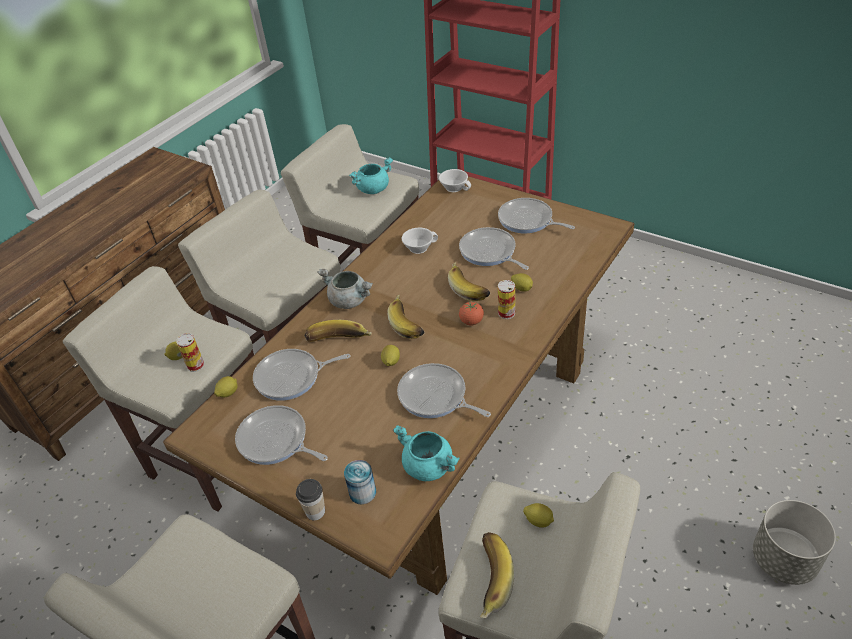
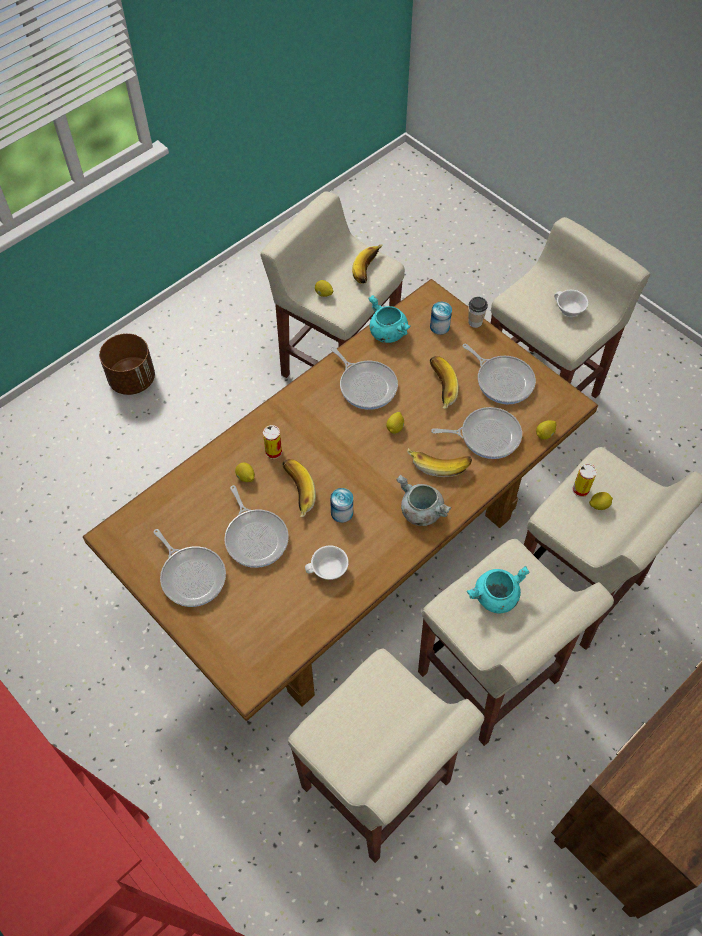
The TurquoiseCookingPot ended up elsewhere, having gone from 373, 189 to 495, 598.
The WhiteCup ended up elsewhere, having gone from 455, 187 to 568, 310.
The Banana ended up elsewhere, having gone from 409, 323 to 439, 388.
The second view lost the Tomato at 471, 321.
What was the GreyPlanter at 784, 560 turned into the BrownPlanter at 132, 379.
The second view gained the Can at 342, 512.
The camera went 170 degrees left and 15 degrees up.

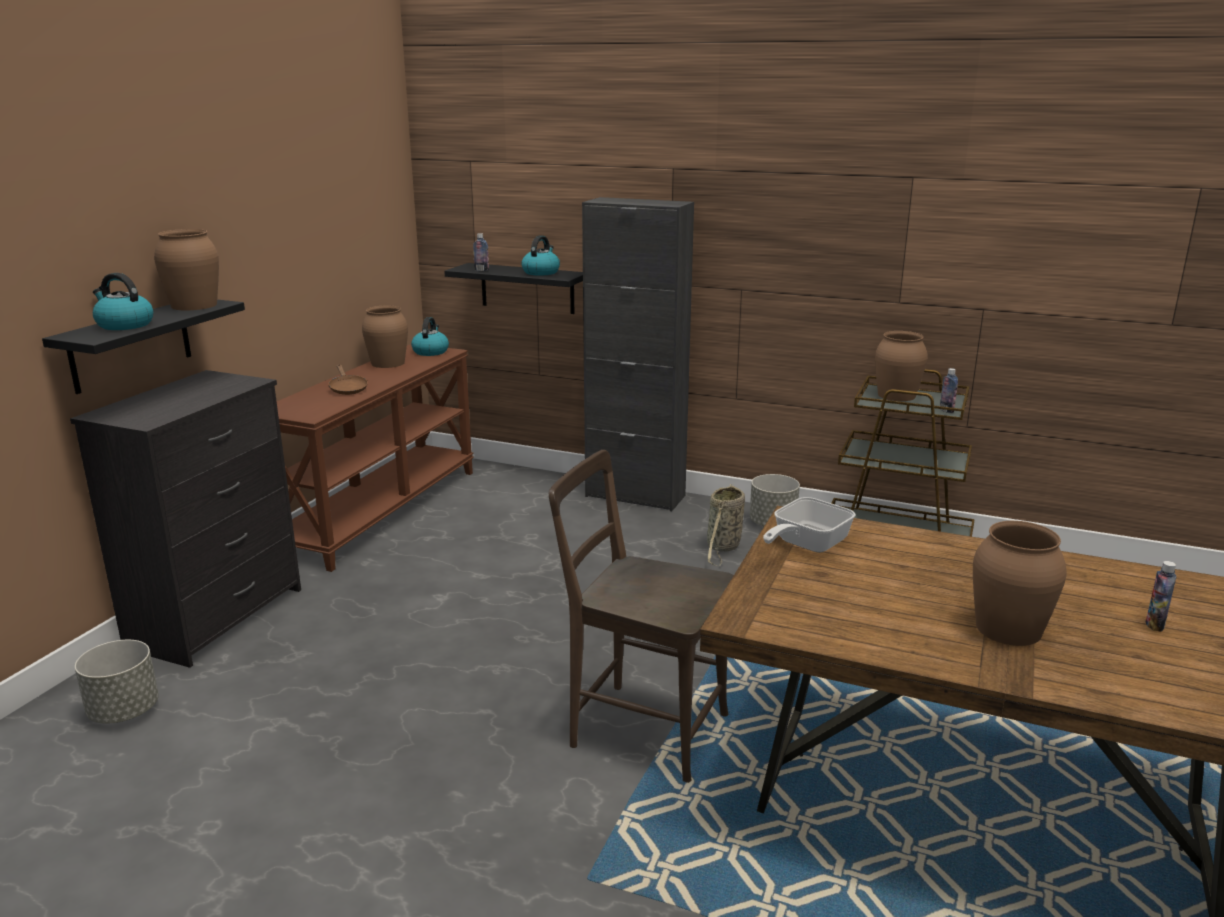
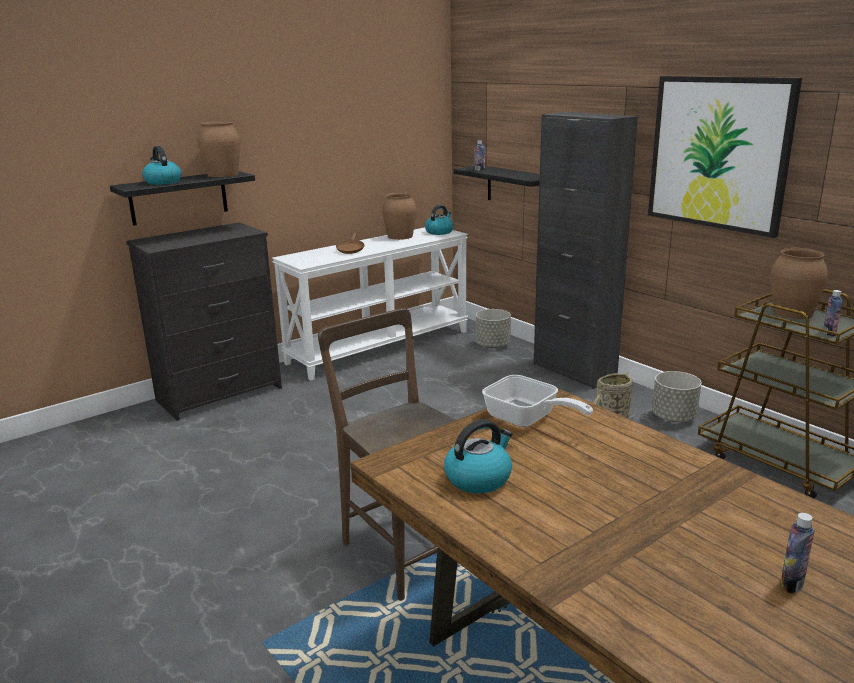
The Kettle ended up elsewhere, having gone from 541, 272 to 478, 478.
What was the BrownConsoleTable at 380, 511 turned into the WhiteConsoleTable at 379, 347.
The FryingPan at 805, 544 ended up facing another way, 120 degrees counterclockwise from before.
The second view lost the BrownVase at 1008, 629.
The GreyPlanter ended up elsewhere, having gone from 124, 711 to 493, 345.
The second view gained the Picture at 718, 153.
The camera went 30 degrees right and 0 degrees up.

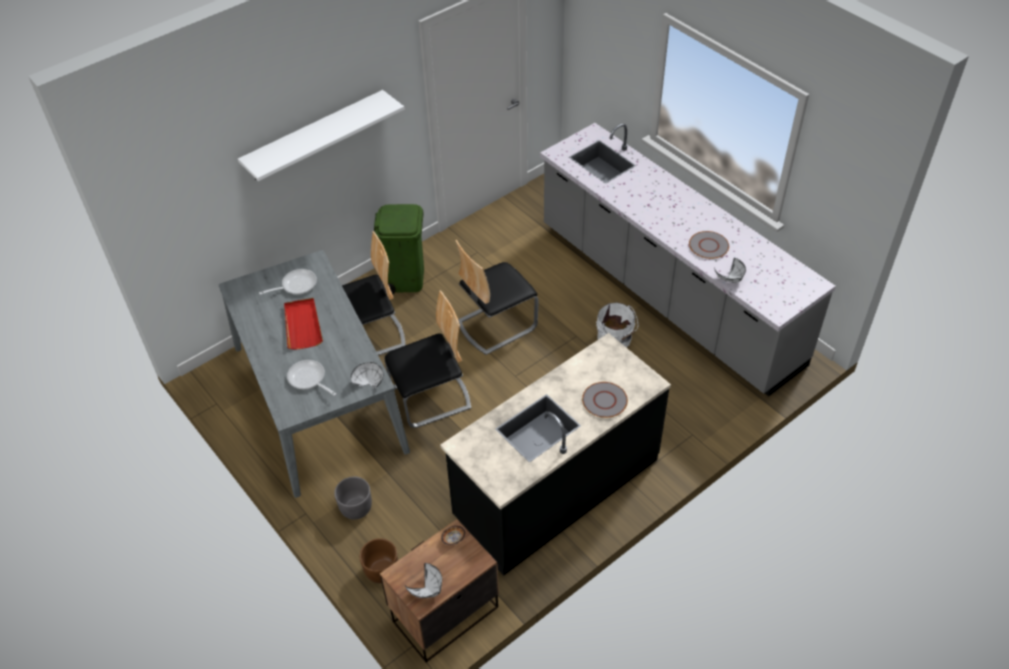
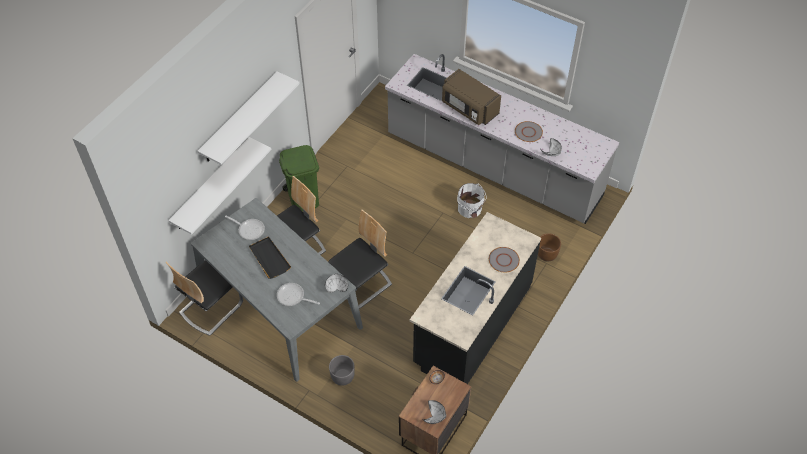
The Chair ended up elsewhere, having gone from 496, 325 to 211, 307.
The FryingPan at 296, 285 ended up facing another way, 75 degrees clockwise from before.
What was the RedTray at 302, 325 turned into the BlackTray at 269, 258.
The BrownPlanter ended up elsewhere, having gone from 381, 570 to 546, 254.
The second view gained the BrownMicrowave at 469, 108.
The second view gained the WhiteShelf at 212, 184.
The camera went 20 degrees left and 5 degrees up.

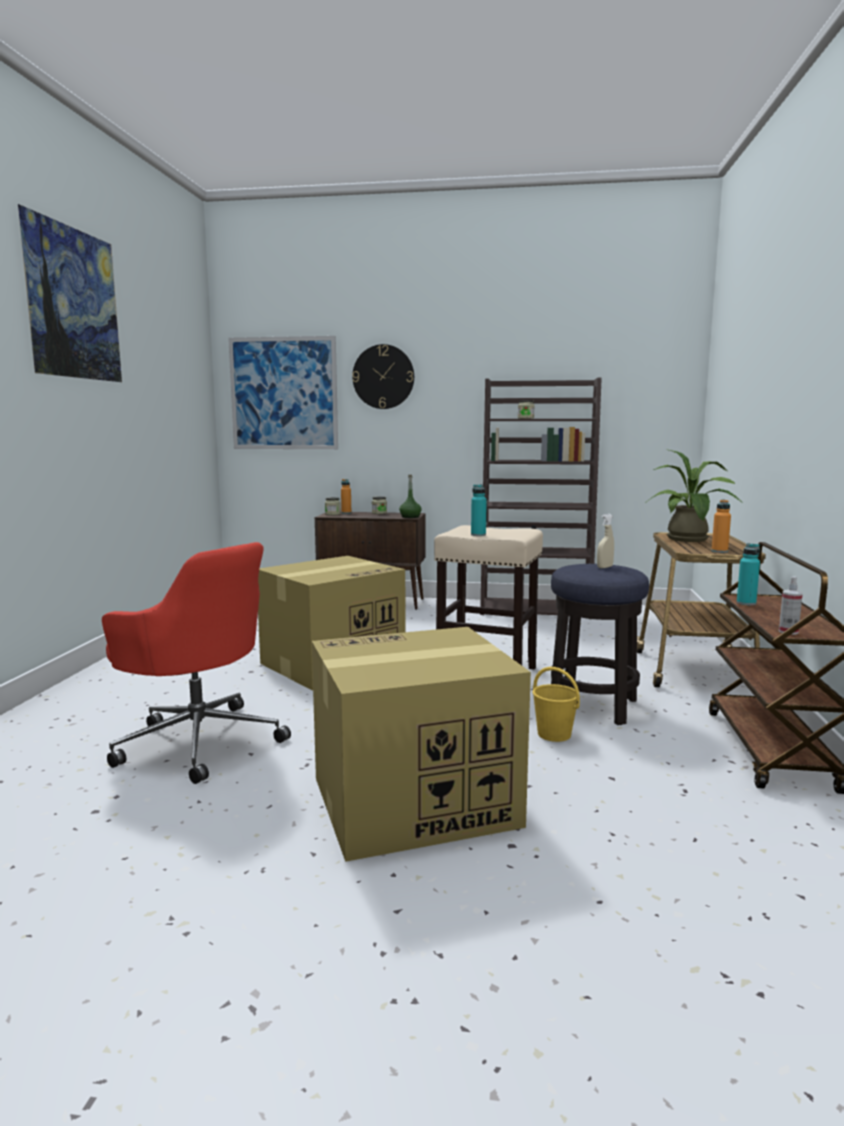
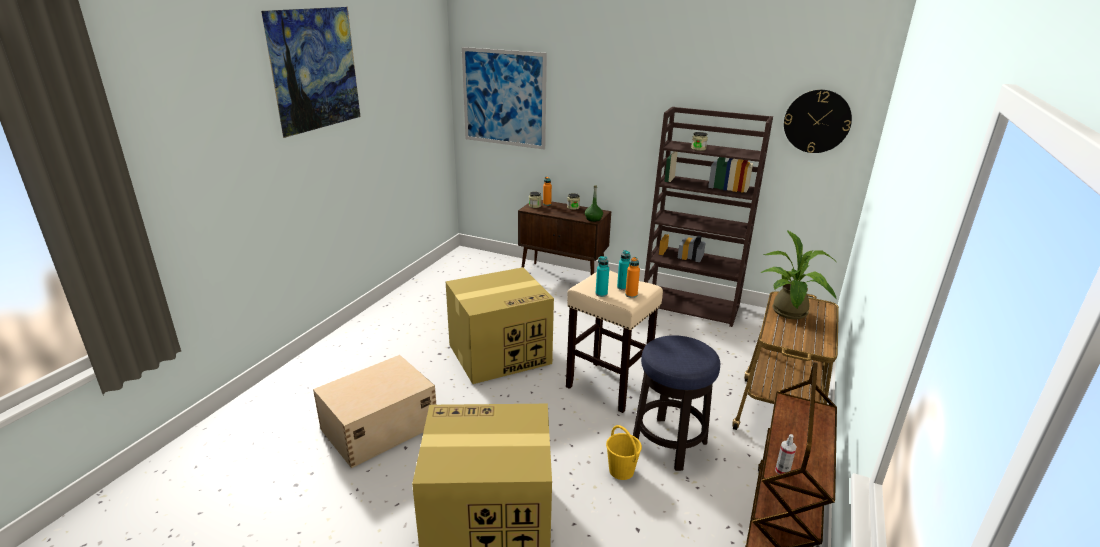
The WallClock ended up elsewhere, having gone from 383, 377 to 817, 121.
The OrangeBottle ended up elsewhere, having gone from 719, 551 to 631, 295.
The second view lost the BeigeSprayBottle at 604, 567.
Where the RedOfficeChair stood at 199, 741, the BeigeStorageBox came to stand at 378, 427.
The TurquoiseBottle ended up elsewhere, having gone from 746, 603 to 623, 287.
The camera went 15 degrees right and 15 degrees up.

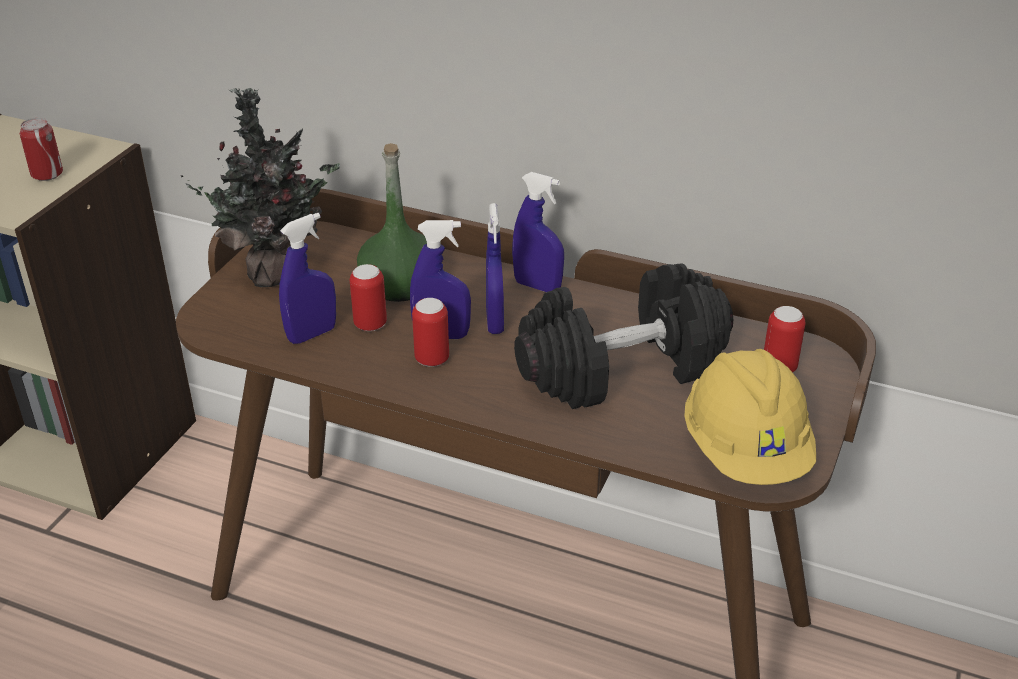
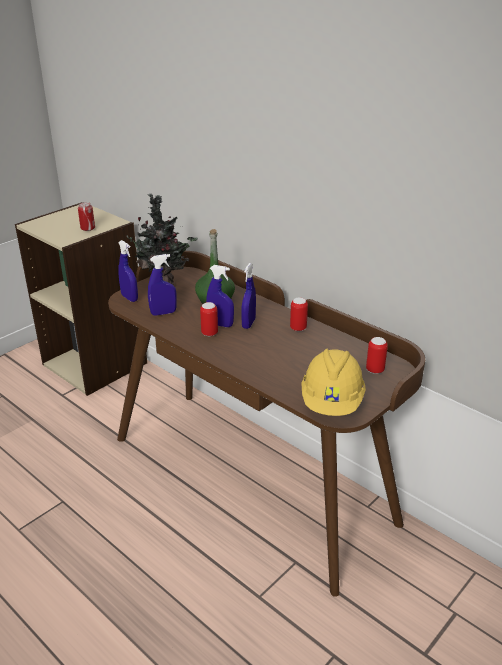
The BlueSprayBottle ended up elsewhere, having gone from 537, 286 to 129, 298.
The second view lost the BlackDumbbell at 622, 367.
The Can ended up elsewhere, having gone from 370, 324 to 298, 328.
The camera went 20 degrees right and 5 degrees down.

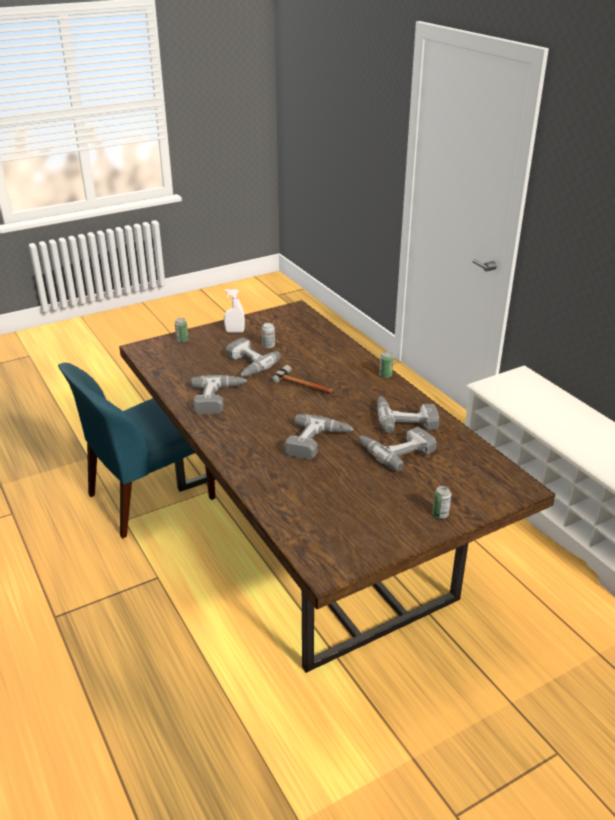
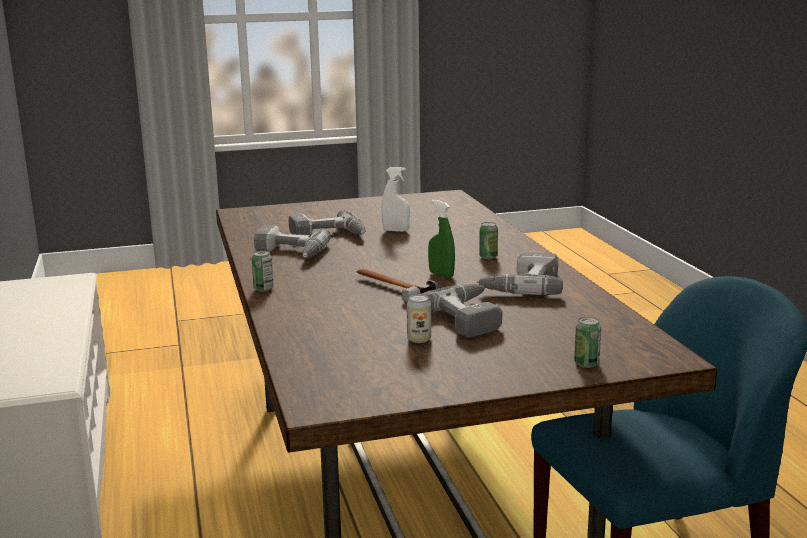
The WhiteSprayBottle ended up elsewhere, having gone from 234, 331 to 396, 230.
The second view lost the PowerDrill at 317, 443.
The Can ended up elsewhere, having gone from 440, 514 to 488, 257.
The second view gained the GreenSprayBottle at 441, 274.
The camera went 165 degrees left and 15 degrees down.

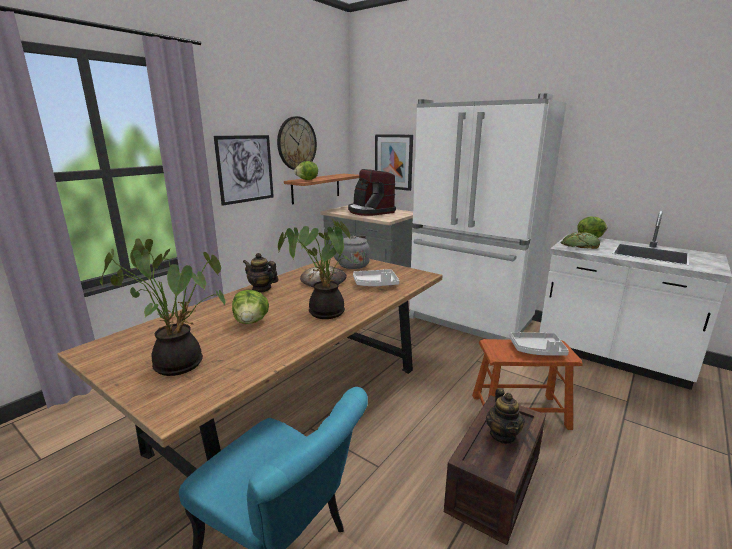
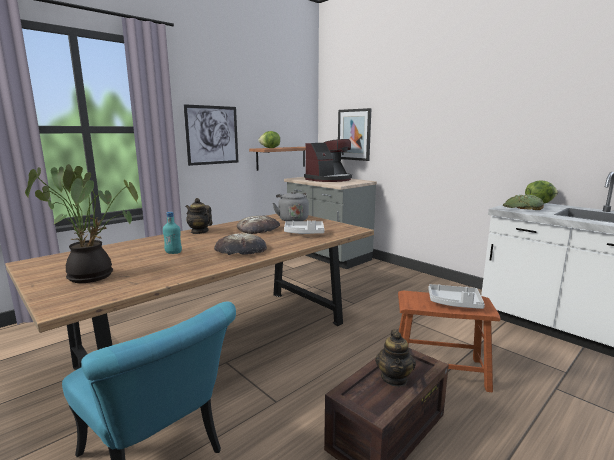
The second view lost the WhiteFridge at 469, 320.
The second view lost the WallClock at 296, 143.
The CoffeeMachine at 370, 211 ended up facing another way, 105 degrees counterclockwise from before.
Where the PottedPlant stood at 323, 312, the Bread came to stand at 240, 250.
Where the Lettuce stood at 251, 322, the TurquoiseBottle came to stand at 173, 252.
The camera went 10 degrees right and 5 degrees down.

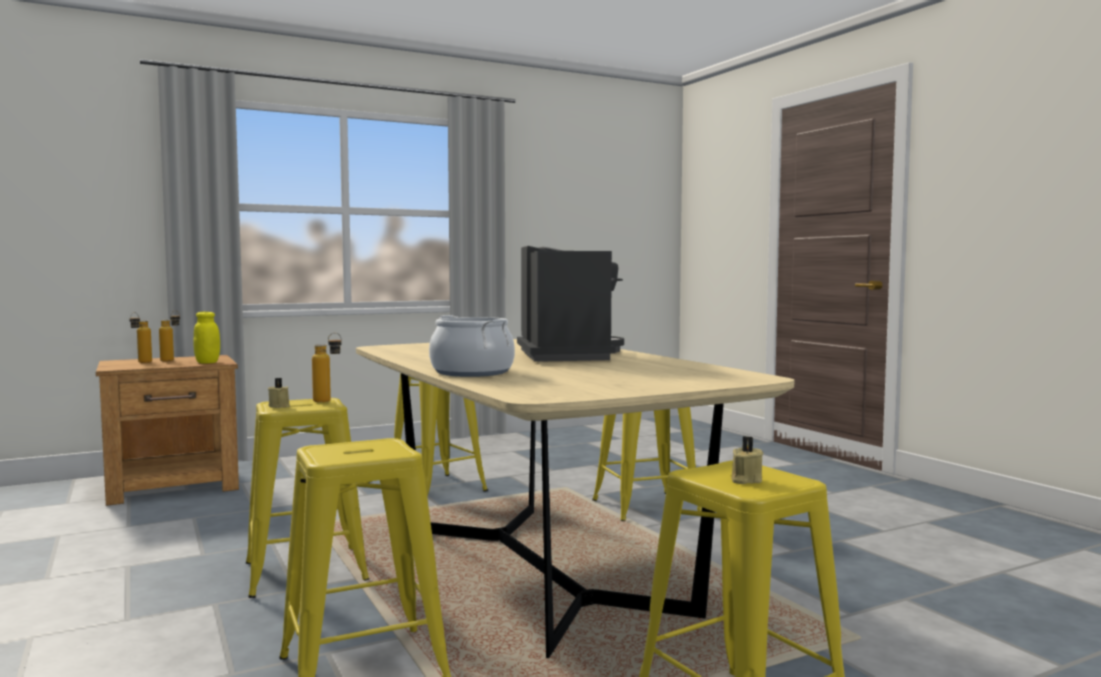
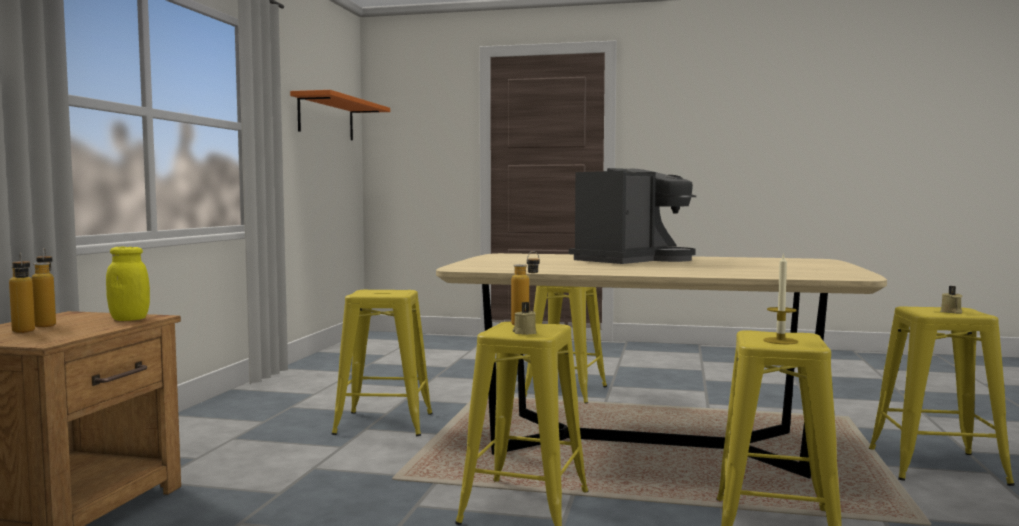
The CoffeeMachine at 567, 355 ended up facing another way, 105 degrees clockwise from before.
The second view lost the CookingPot at 472, 372.
The second view gained the OrangeShelf at 326, 118.
The second view gained the Candle at 780, 341.
The camera went 50 degrees left and 0 degrees up.

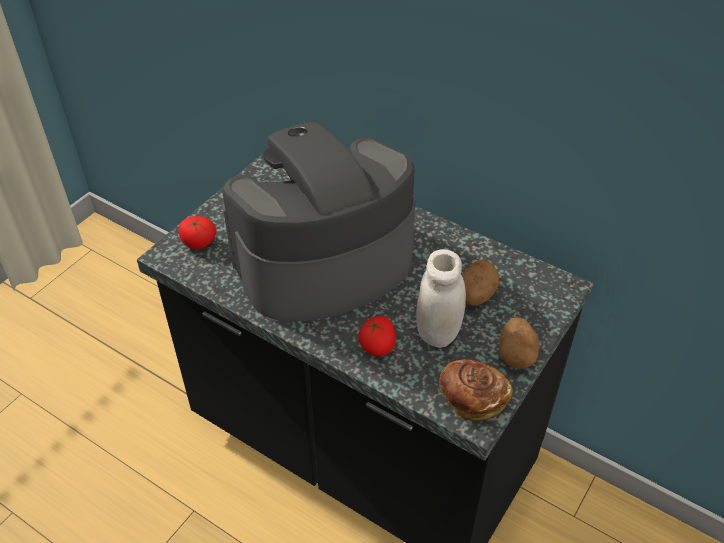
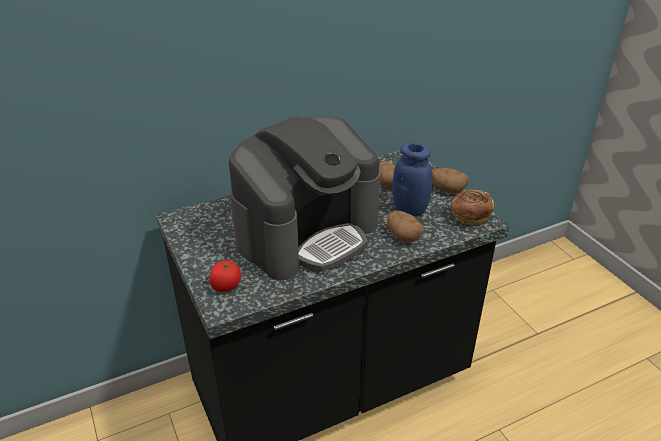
The CoffeeMachine at 322, 262 ended up facing another way, 135 degrees counterclockwise from before.
What was the WhiteJar at 437, 332 turned into the BlueJar at 409, 210.
Where the Tomato stood at 377, 346, the Potato came to stand at 403, 236.
The camera went 60 degrees left and 10 degrees down.

